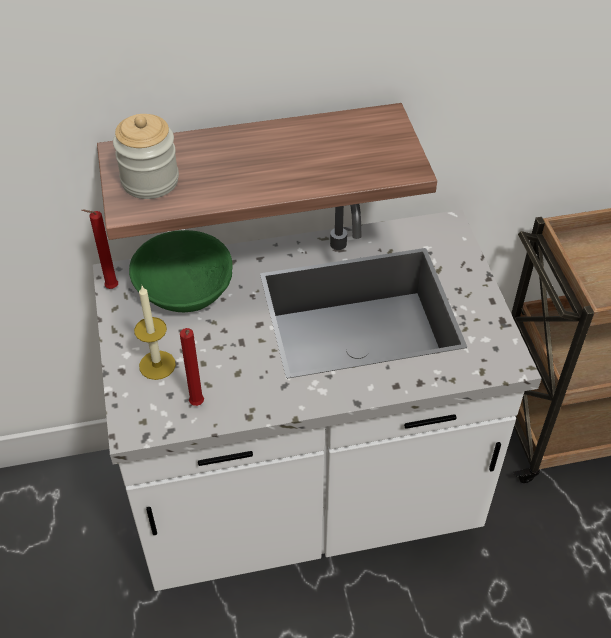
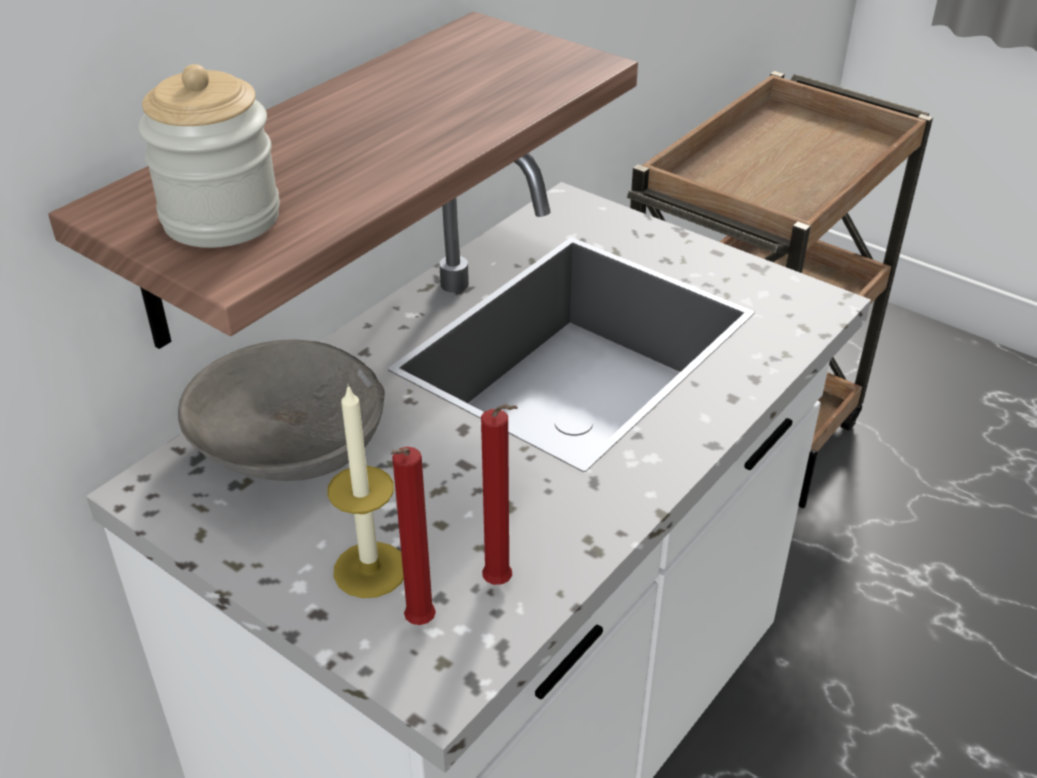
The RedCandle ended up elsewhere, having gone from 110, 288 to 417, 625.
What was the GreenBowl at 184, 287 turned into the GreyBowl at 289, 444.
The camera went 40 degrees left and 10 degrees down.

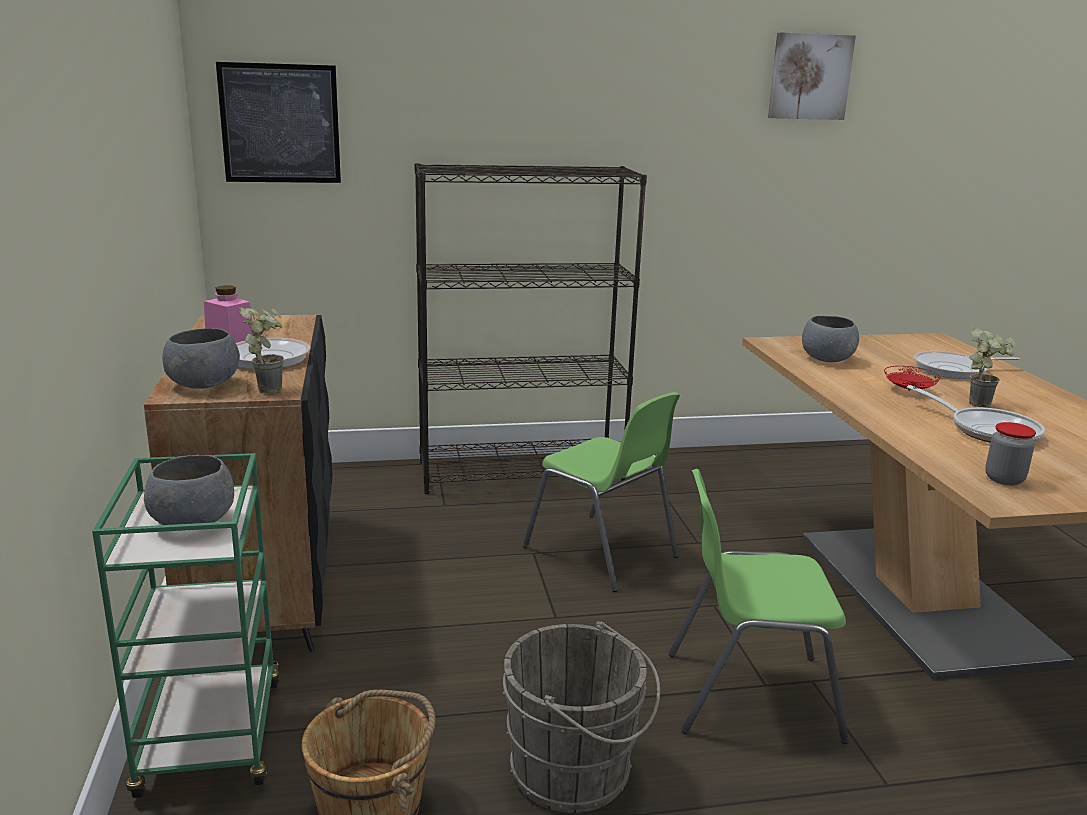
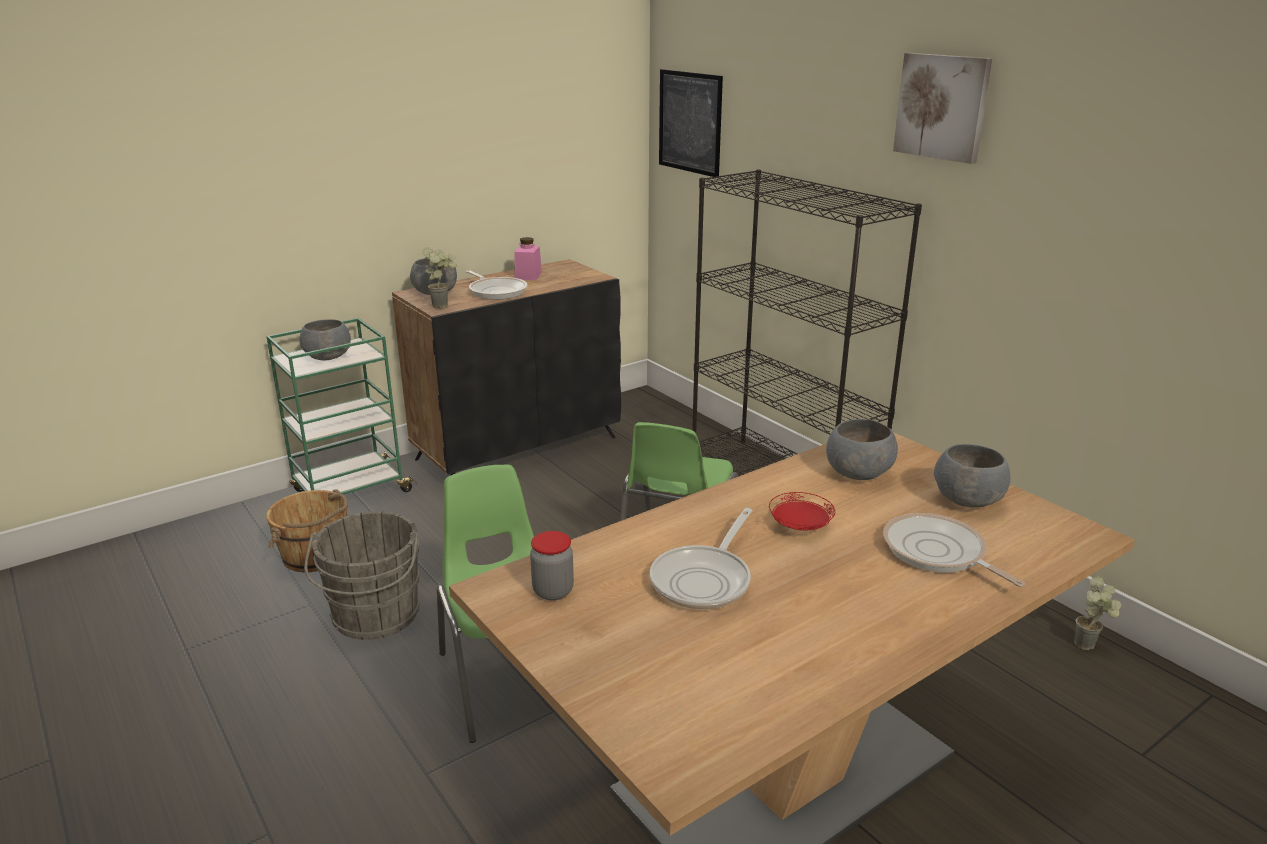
The Picture ended up elsewhere, having gone from 809, 77 to 942, 107.
The PottedPlant ended up elsewhere, having gone from 982, 403 to 1090, 646.
The second view gained the GreyBowl at 968, 500.
The camera went 65 degrees right and 5 degrees up.

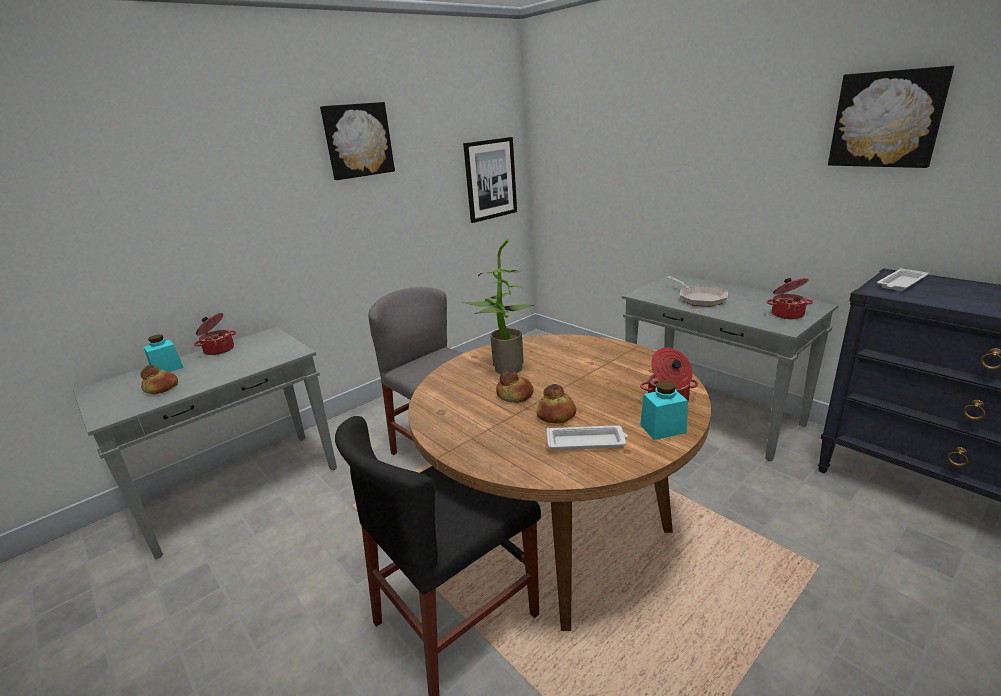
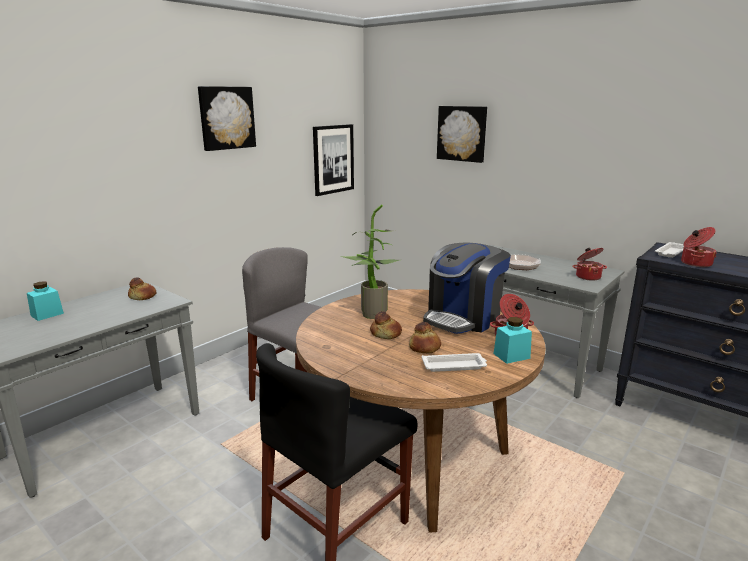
The Picture ended up elsewhere, having gone from 887, 119 to 462, 133.
The CookingPot ended up elsewhere, having gone from 219, 349 to 695, 263.
The Bread ended up elsewhere, having gone from 162, 387 to 143, 296.
The second view gained the CoffeeMachine at 463, 318.
The camera went 10 degrees left and 5 degrees down.

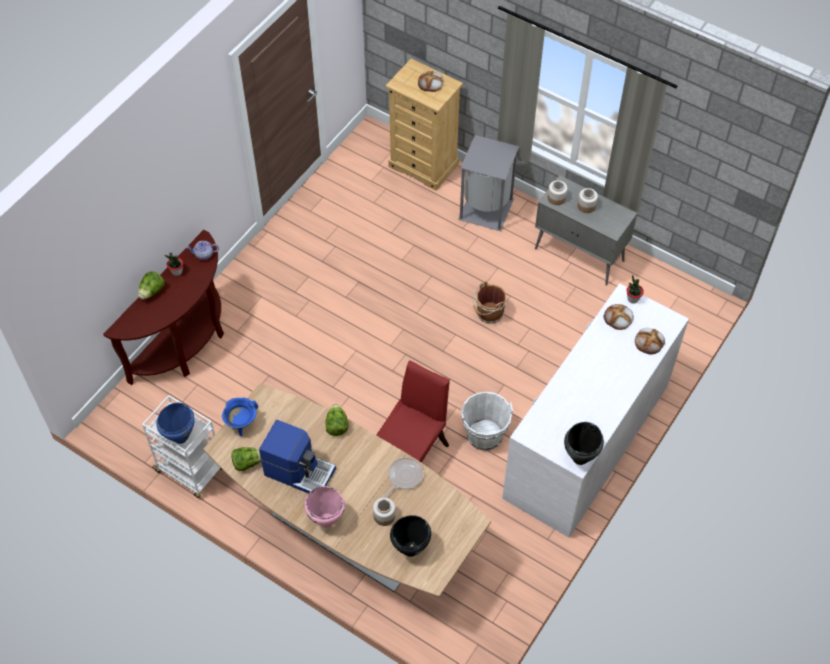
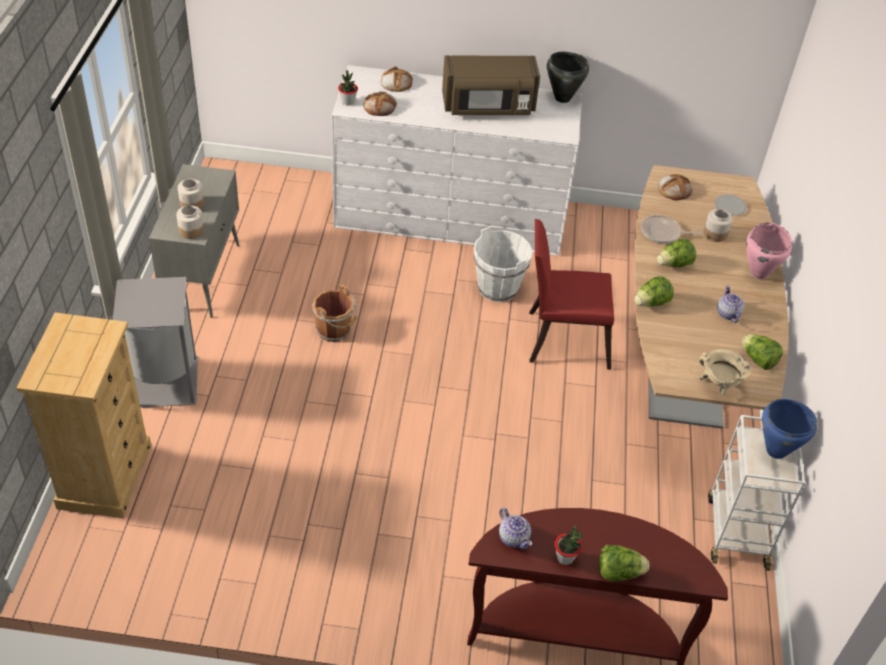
The Bread ended up elsewhere, having gone from 430, 83 to 674, 189.
What was the BlueCookingPot at 241, 423 turned into the BeigeCookingPot at 719, 386.
Where the CoffeeMachine stood at 299, 470, the Teapot came to stand at 727, 313.
Where the BlackCookingPot stood at 410, 549, the Plate came to stand at 730, 207.
The second view gained the BrownMicrowave at 488, 107.
The second view gained the Lettuce at 674, 264.
The camera went 120 degrees left and 10 degrees down.

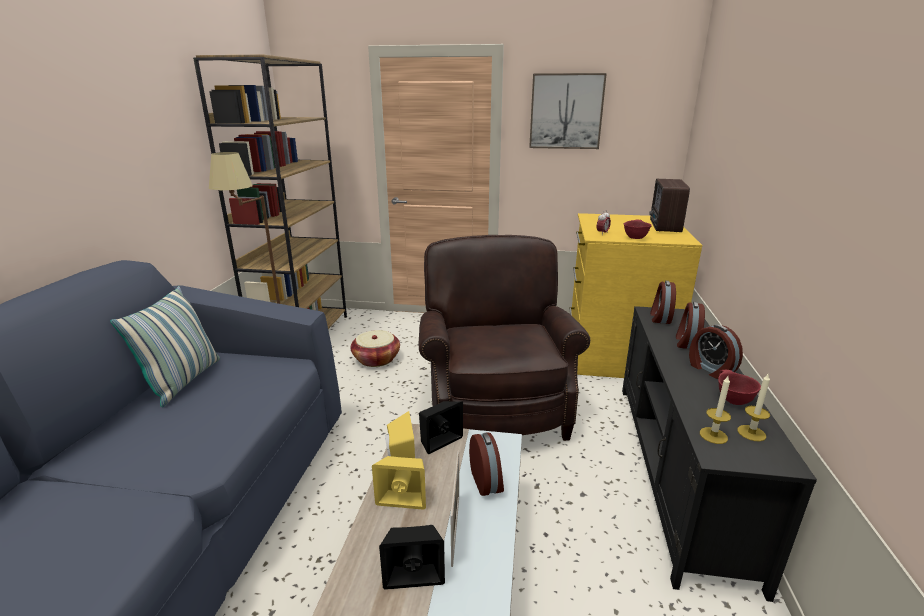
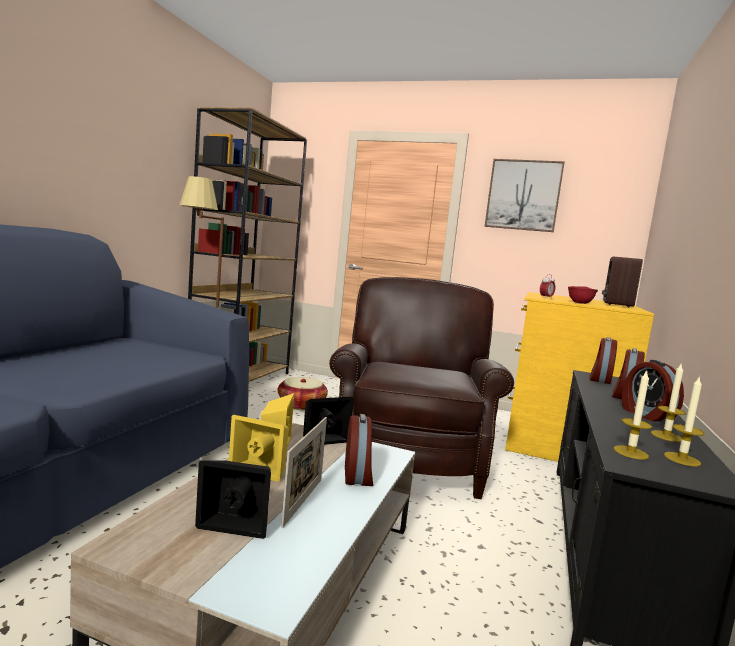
The second view lost the Pillow at 183, 381.
Where the RedBowl stood at 733, 400, the Candle came to stand at 666, 436.
The camera went 10 degrees right and 15 degrees down.

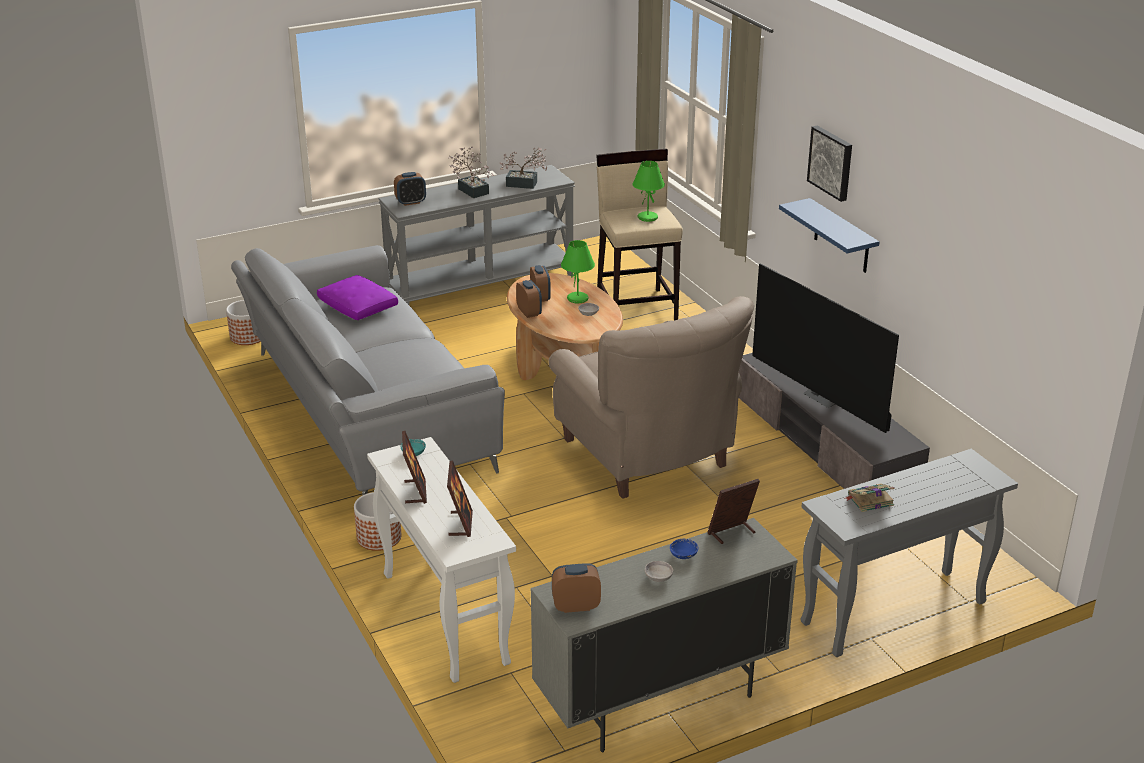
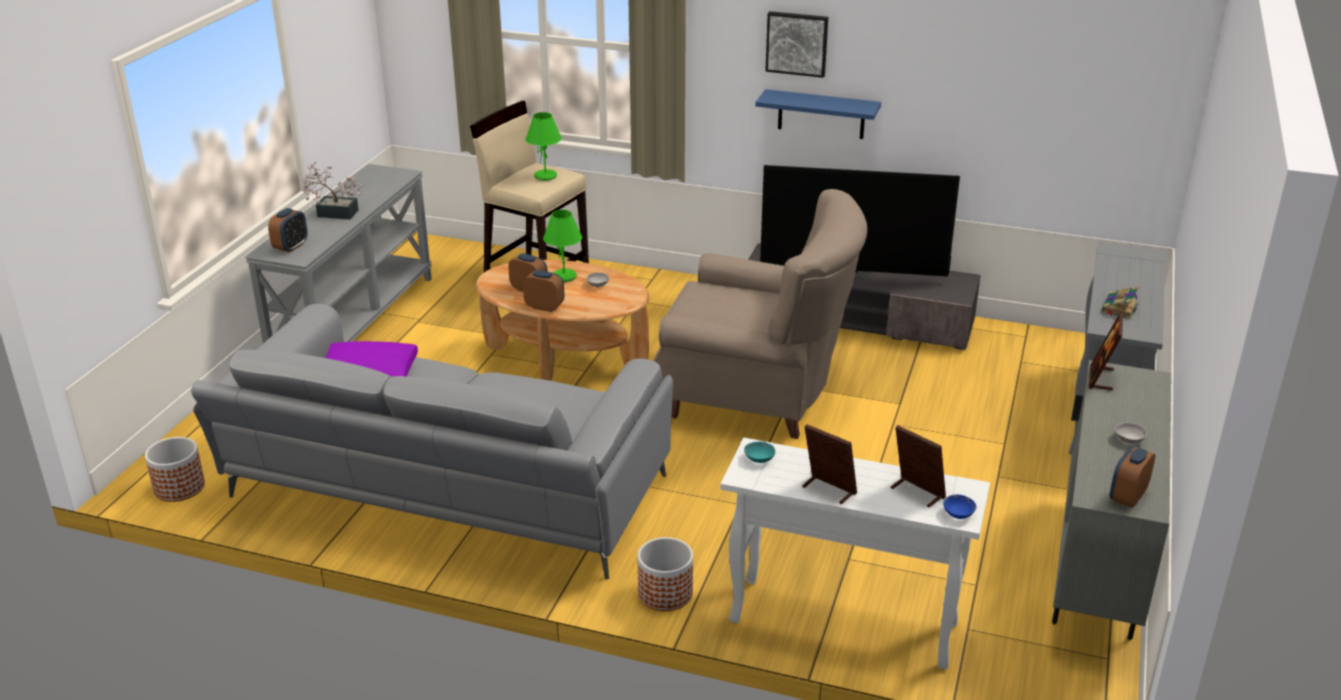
The second view lost the PottedPlant at 525, 184.
The BlueBowl ended up elsewhere, having gone from 683, 555 to 958, 514.
The camera went 45 degrees left and 0 degrees up.

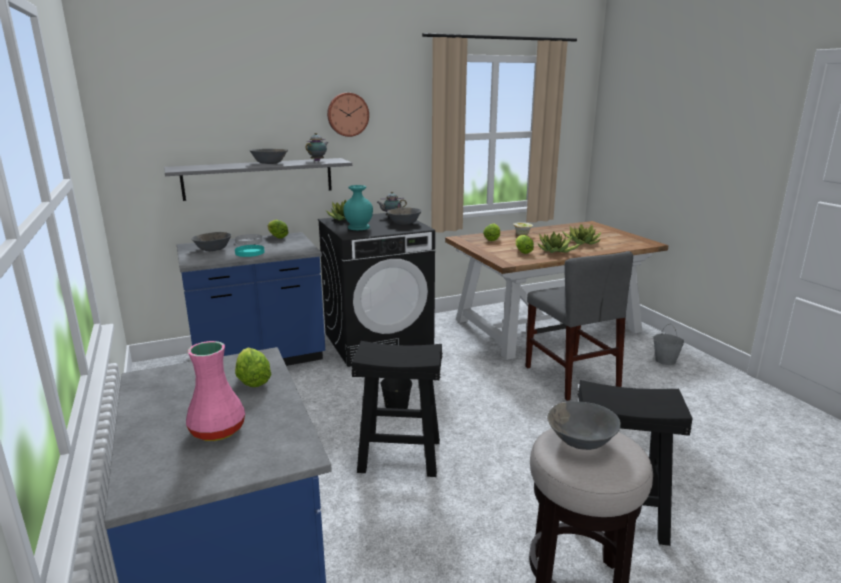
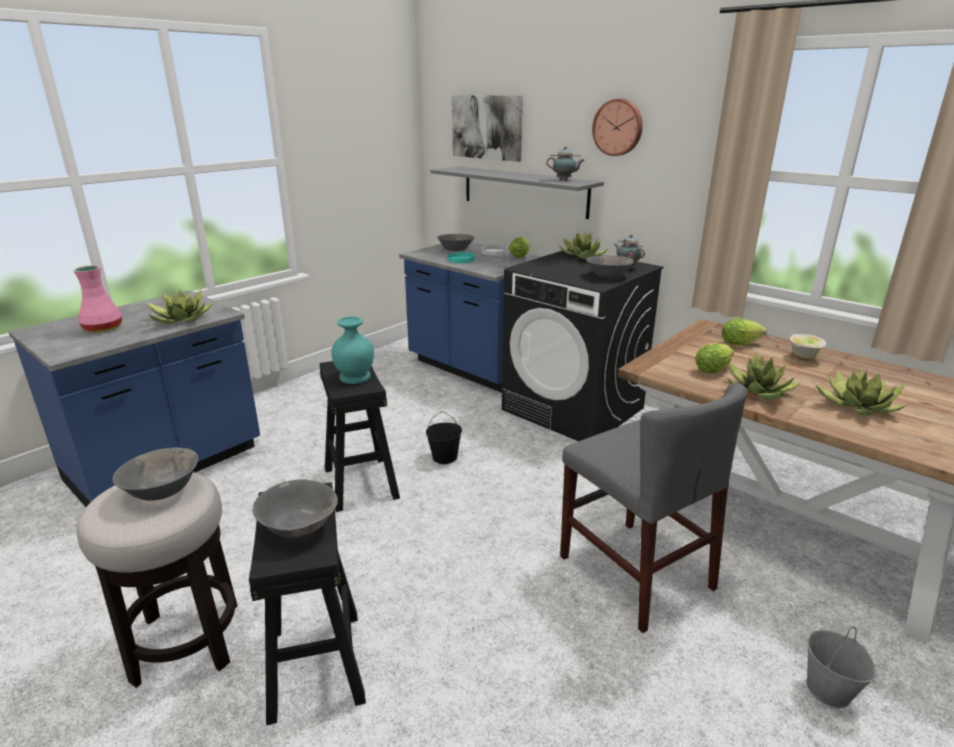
The GreyBowl ended up elsewhere, having gone from 269, 163 to 297, 526.
The TurquoiseVase ended up elsewhere, having gone from 359, 227 to 355, 377.
The GreyChair at 571, 377 ended up facing another way, 75 degrees counterclockwise from before.
Where the Lettuce stood at 252, 380, the PottedPlant came to stand at 180, 319.
The second view gained the Picture at 487, 127.
The camera went 65 degrees right and 5 degrees up.

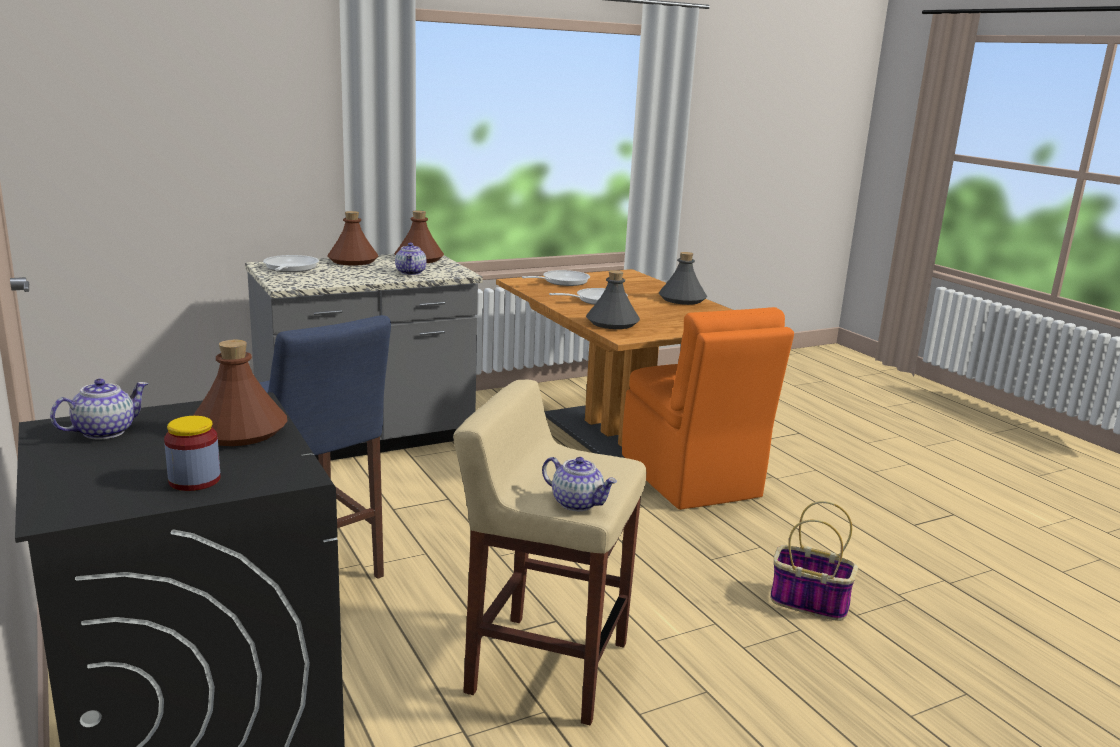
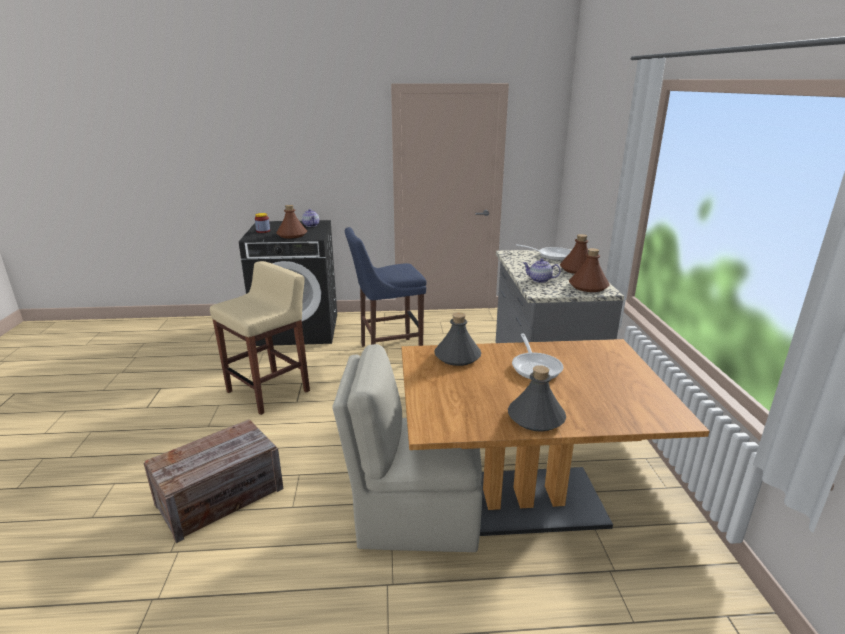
The second view lost the FryingPan at 562, 281.
What was the OrangeChair at 691, 479 turned into the BeigeChair at 414, 516.
The second view lost the Teapot at 578, 503.
Where the Basket stood at 807, 602, the Crate came to stand at 220, 496.
The camera went 115 degrees right and 5 degrees up.

